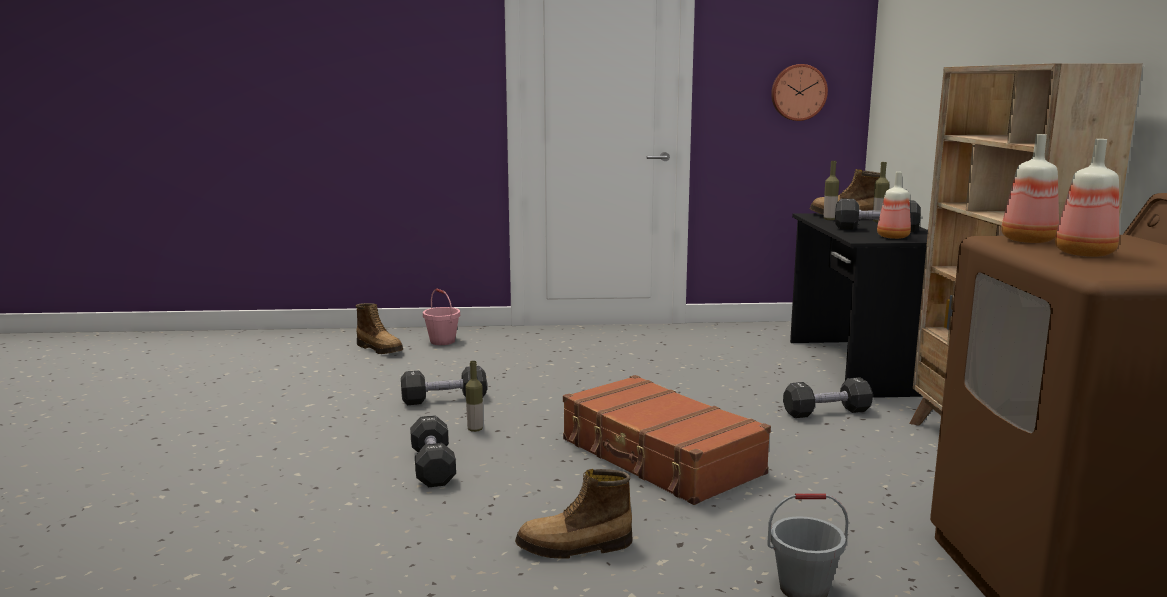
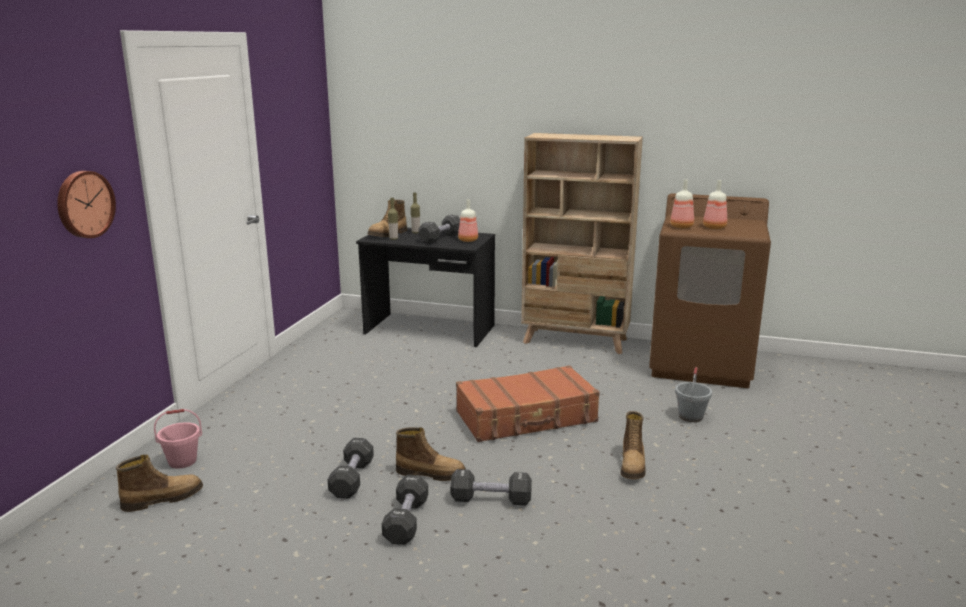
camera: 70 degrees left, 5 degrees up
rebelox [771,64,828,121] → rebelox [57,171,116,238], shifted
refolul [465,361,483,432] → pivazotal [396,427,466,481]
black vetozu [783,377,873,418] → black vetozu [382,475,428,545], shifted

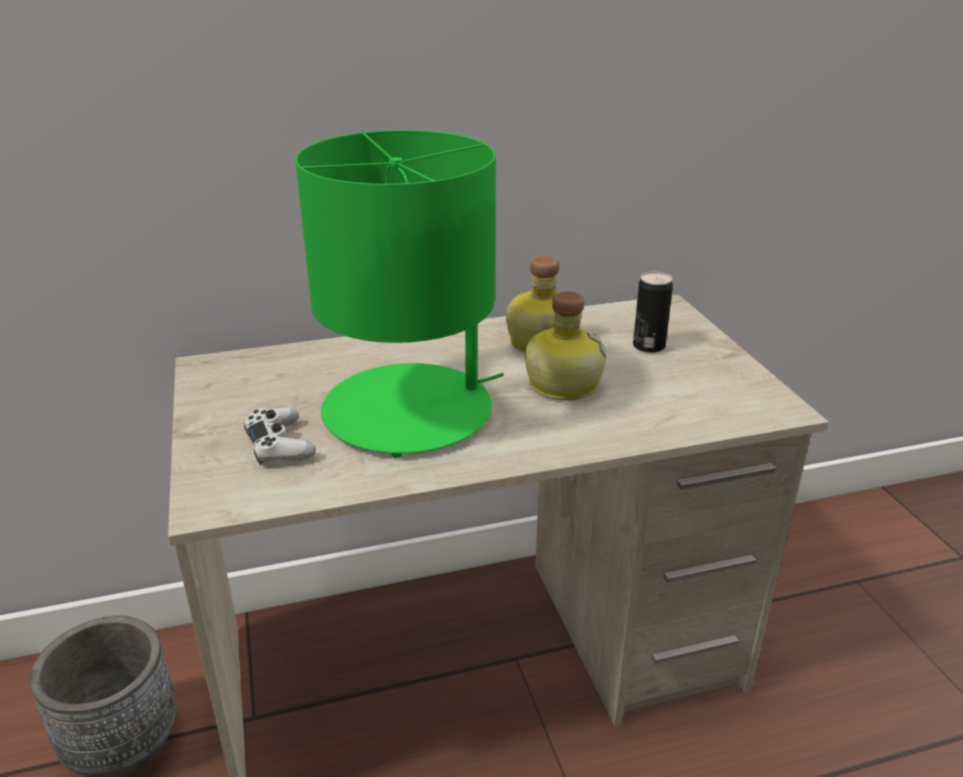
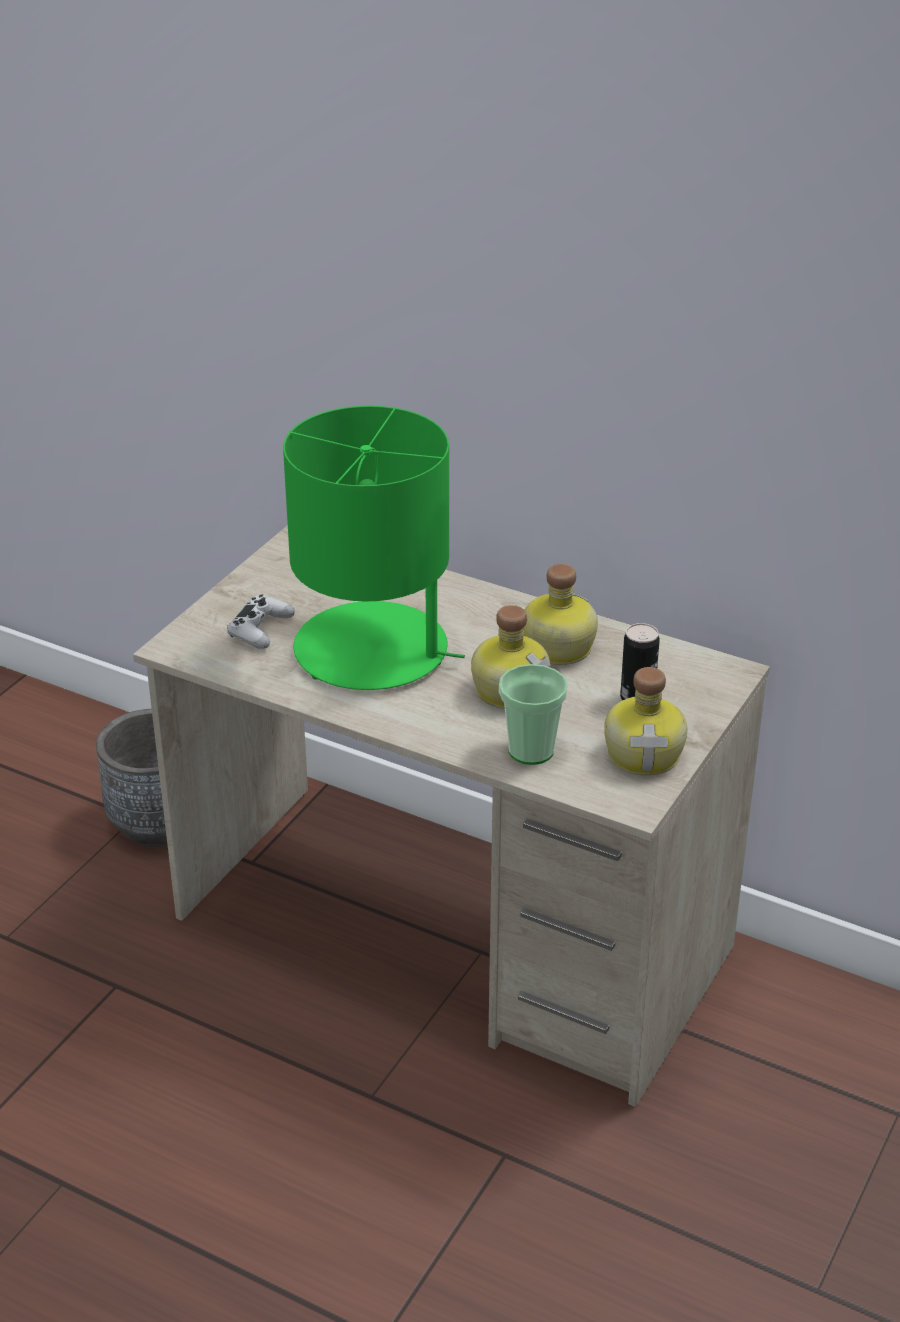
camera: 45 degrees right, 5 degrees up
- → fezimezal [499,664,568,765]
- → refolul [604,667,688,776]

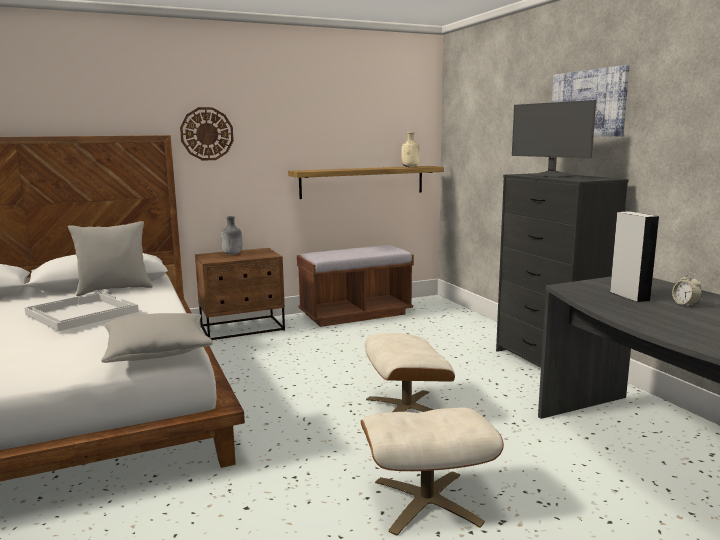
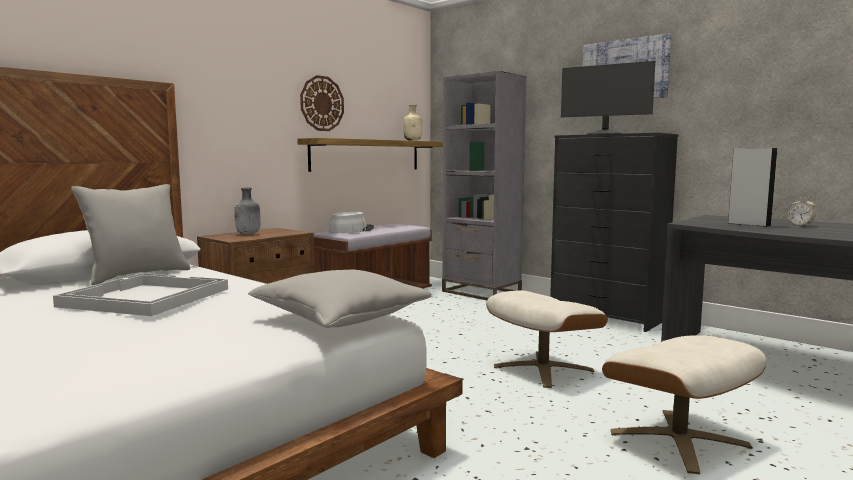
camera: 25 degrees left, 5 degrees down
rebelox [180,107,234,161] → rebelox [300,75,344,131], shifted
- → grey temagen [442,71,527,300]
- → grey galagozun [328,212,374,233]

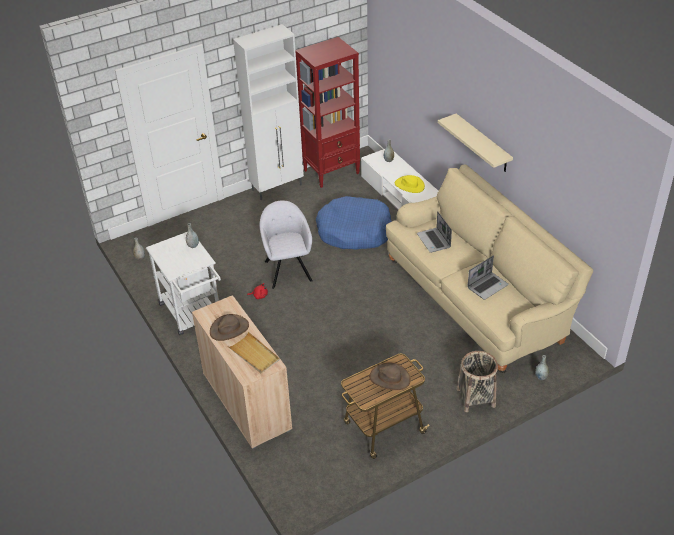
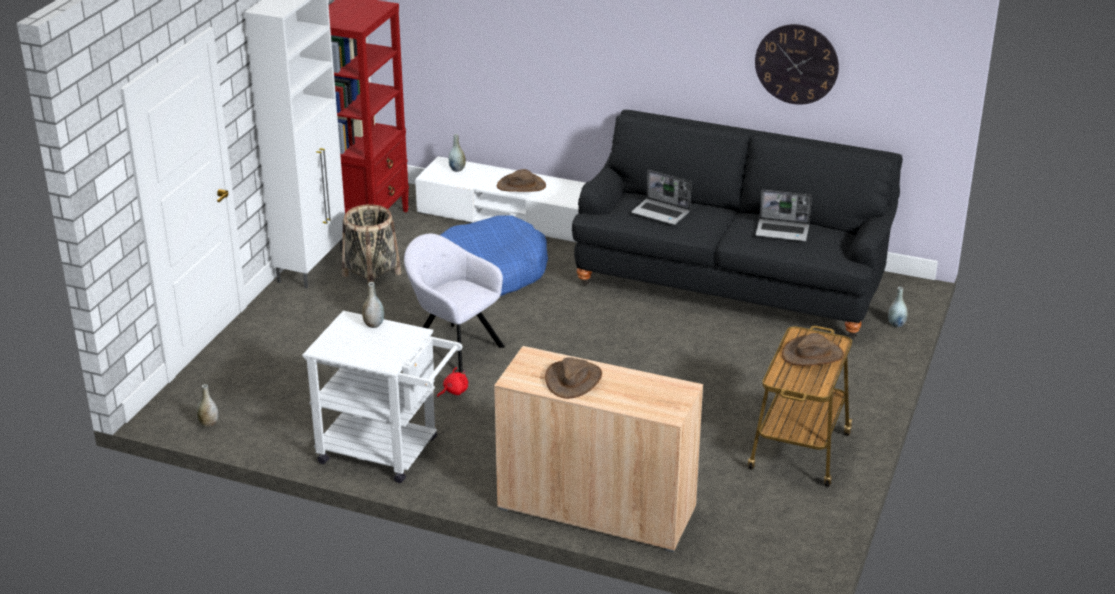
camera: 40 degrees left, 10 degrees down
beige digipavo [438,113,513,172] → -
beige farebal [386,165,593,374] → black farebal [572,110,903,339]
yellow galagozun [395,175,425,193] → brown galagozun [497,169,546,192]
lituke [467,256,509,300] → lituke [755,190,812,241], 90 degrees clockwise
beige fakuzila [229,332,280,373] → -
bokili [456,351,498,412] → bokili [342,204,401,283], shifted
- → rebelox [755,24,839,105]

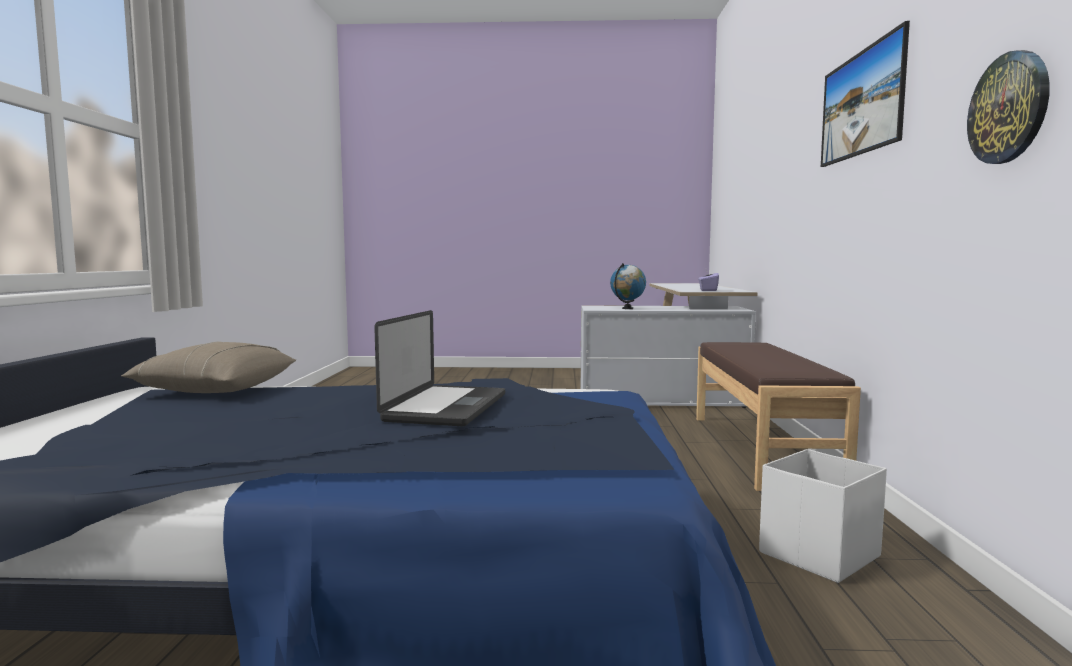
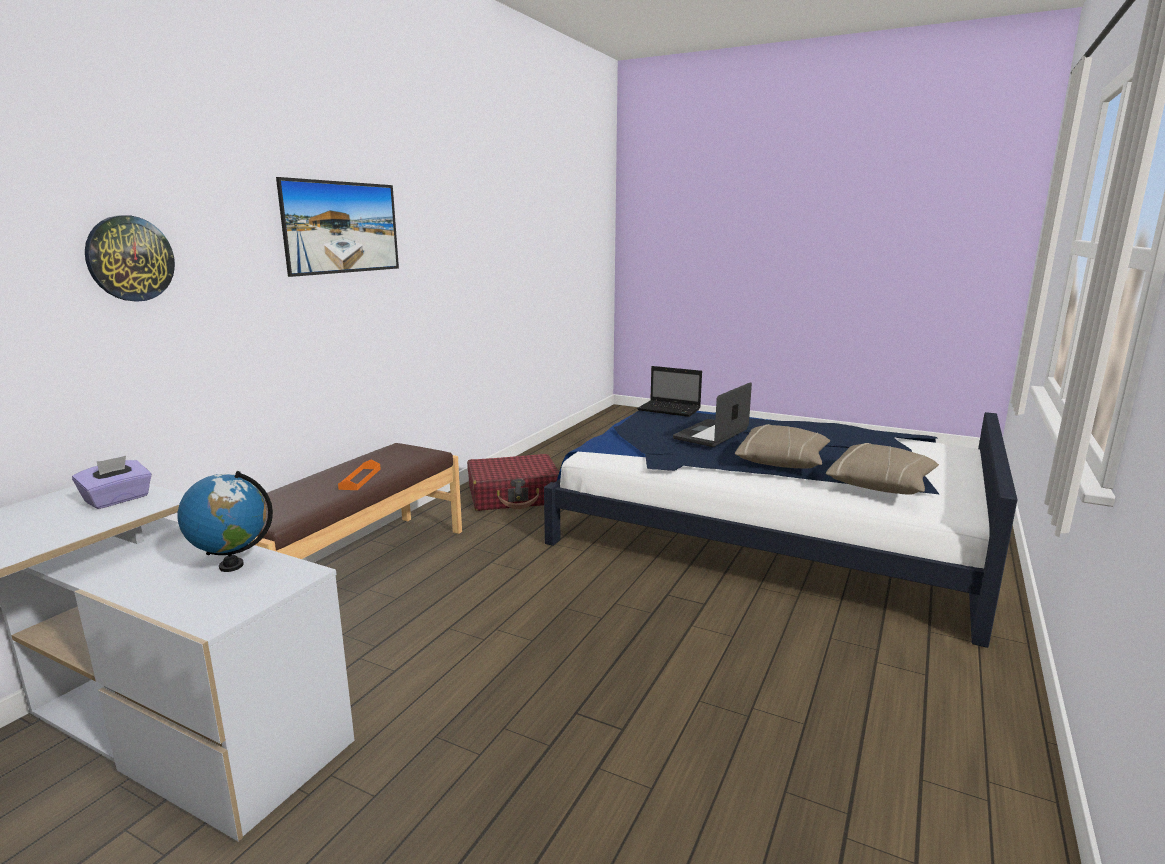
camera: 155 degrees left, 10 degrees up
rebelox [967,50,1050,164] → rebelox [85,215,175,302], shifted
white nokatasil [759,449,887,583] → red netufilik [467,454,559,511]
- → lituke [637,366,702,417]
- → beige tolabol [735,424,830,468]
- → orange fakuzila [338,460,381,490]

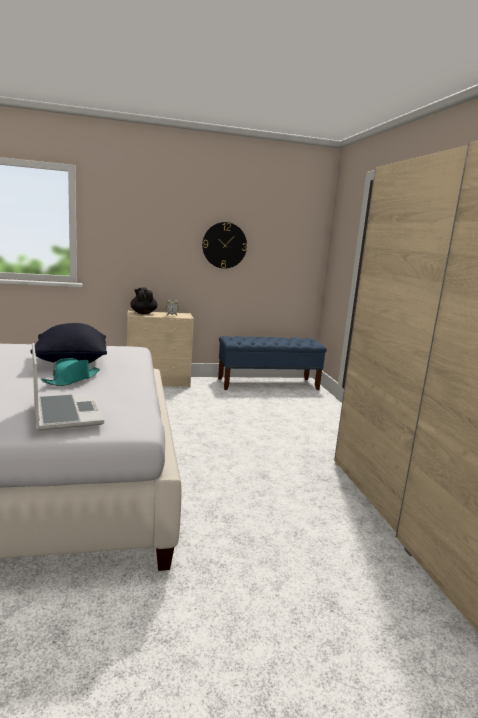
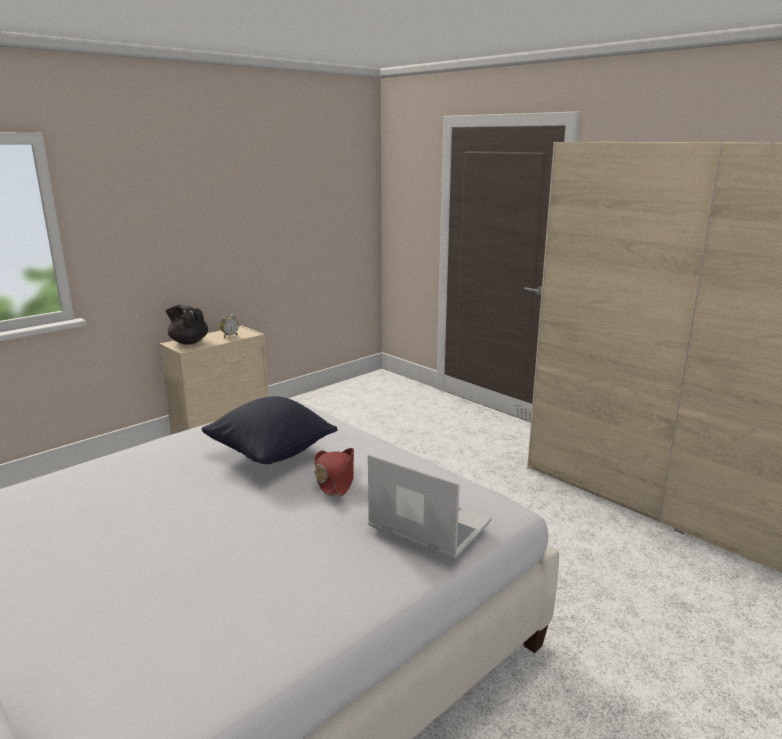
camera: 30 degrees left, 5 degrees up
rebelox [202,222,247,269] → -
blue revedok [218,336,327,390] → -
turquoise galagozun [41,358,100,386] → red galagozun [314,448,354,497]

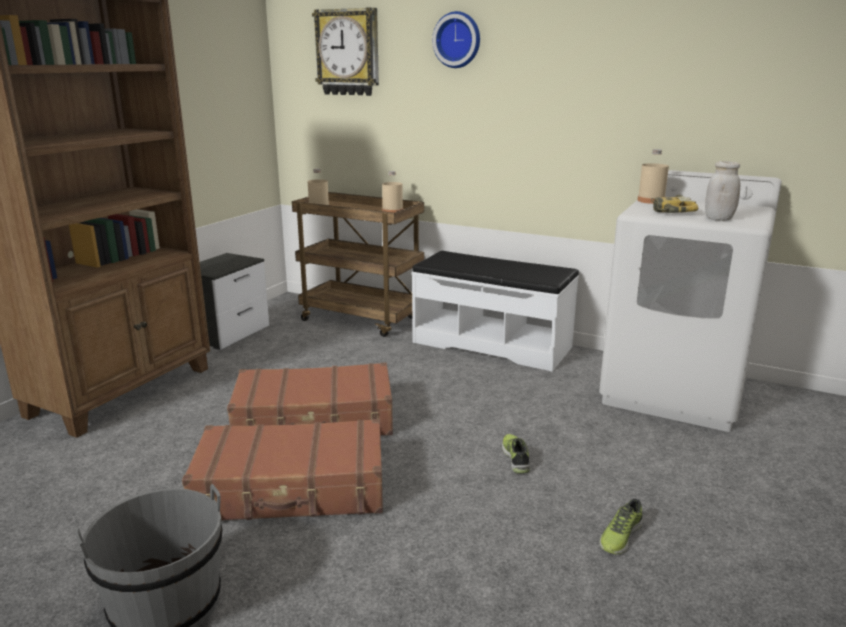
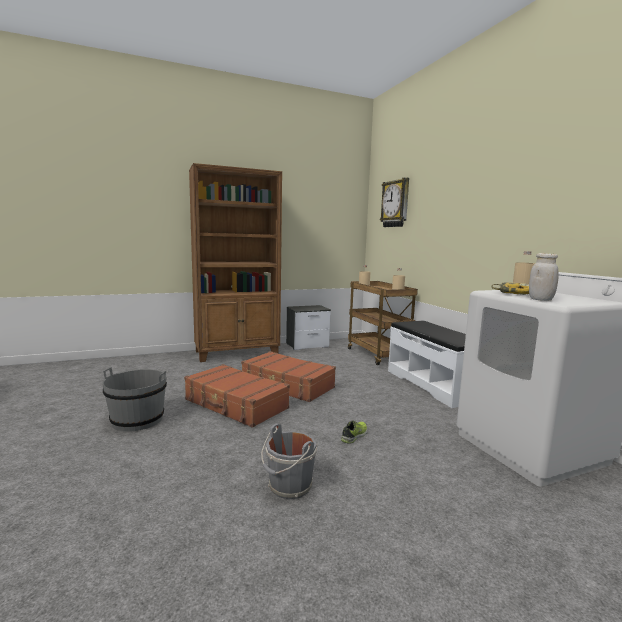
camera: 40 degrees right, 10 degrees down
rebelox [432,11,480,68] → -
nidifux [599,499,643,554] → -
- → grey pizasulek [261,423,318,499]

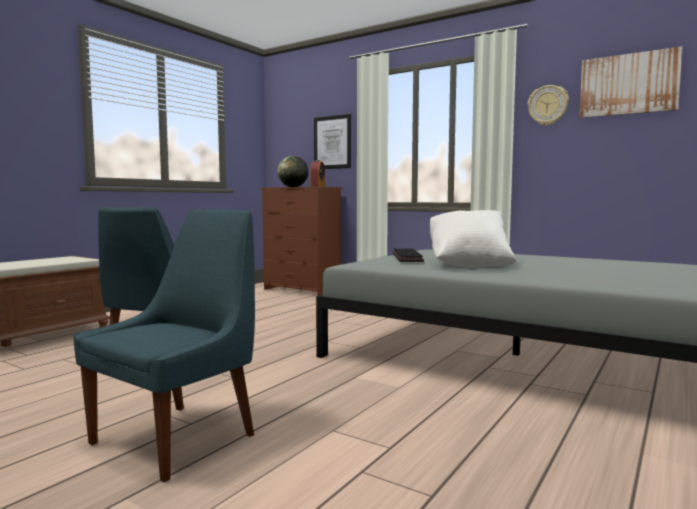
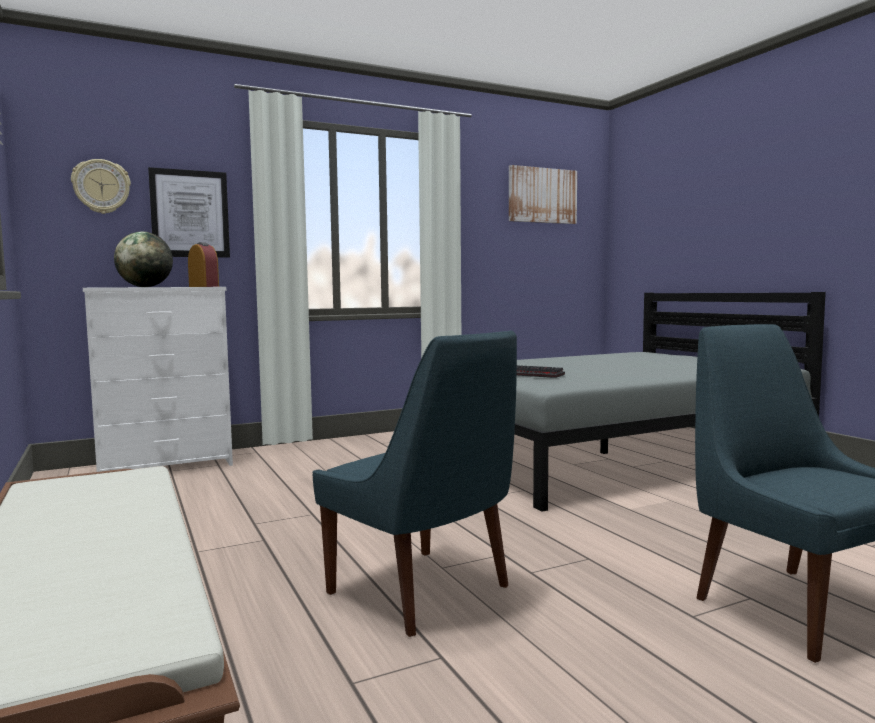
camera: 60 degrees left, 0 degrees up
rebelox [527,85,569,126] → rebelox [71,159,131,214], shifted
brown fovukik [261,187,342,296] → white fovukik [83,287,233,472]
white tolabol [430,210,516,268] → -

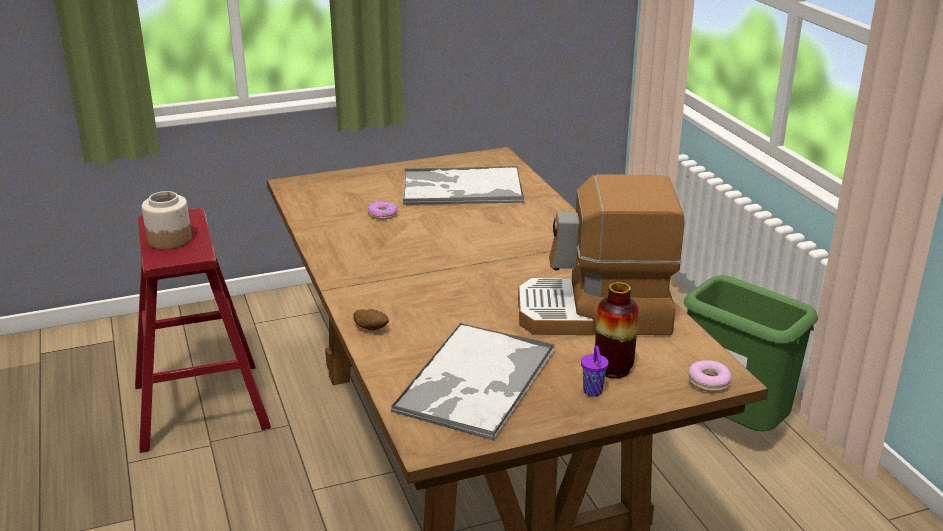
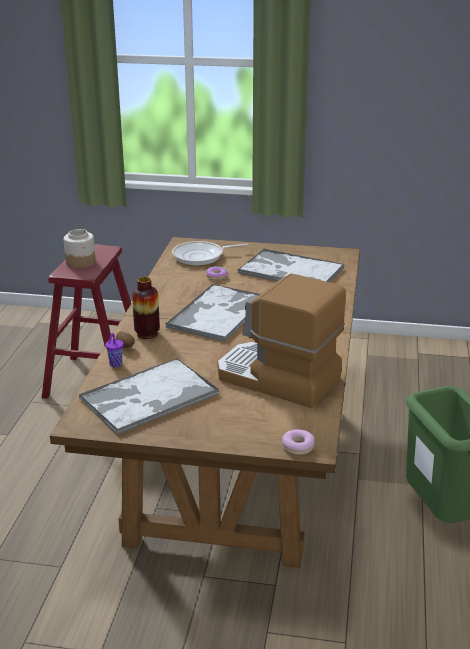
camera: 30 degrees right, 0 degrees up
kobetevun [595,282,639,378] → kobetevun [132,277,160,339], shifted
purple fezimezal [581,346,609,397] → purple fezimezal [105,333,124,368], shifted
- → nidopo [172,241,248,265]
- → fakuzila [165,284,260,342]

